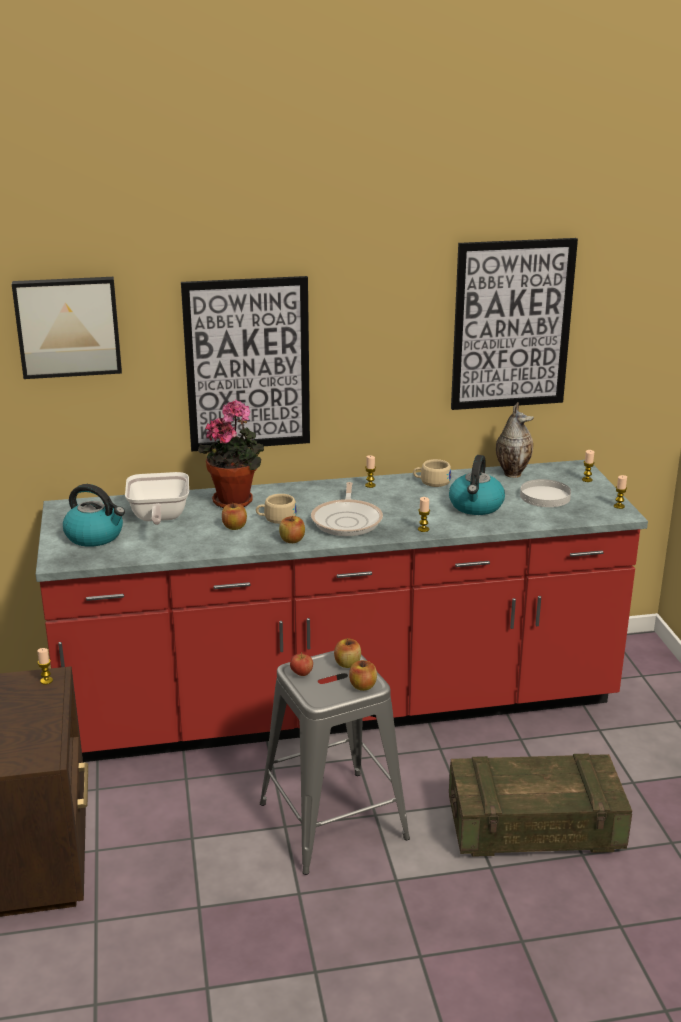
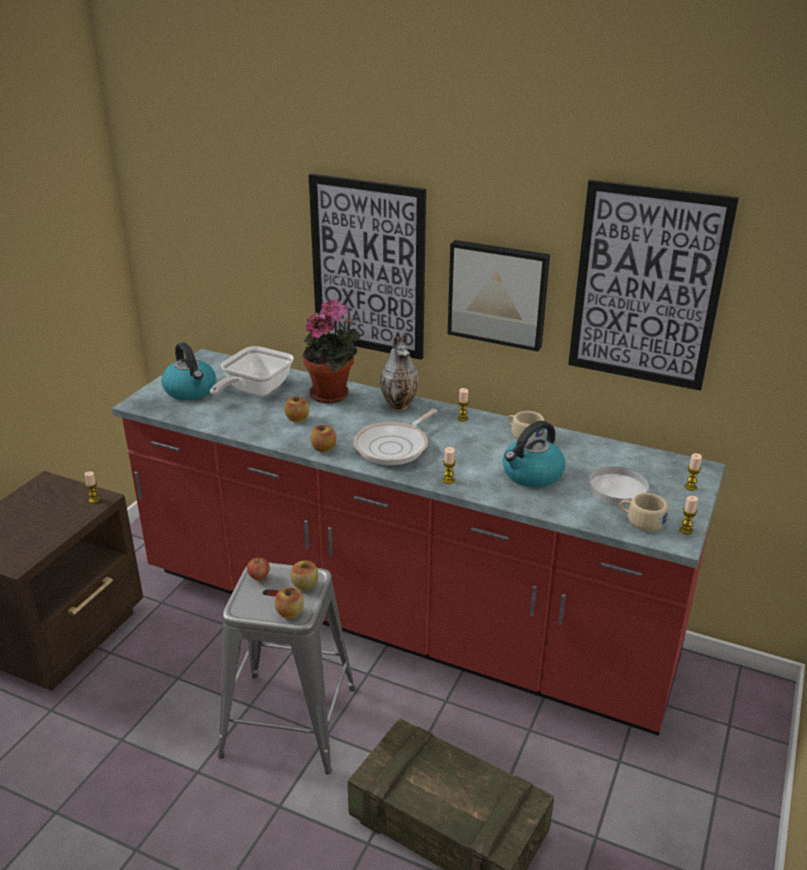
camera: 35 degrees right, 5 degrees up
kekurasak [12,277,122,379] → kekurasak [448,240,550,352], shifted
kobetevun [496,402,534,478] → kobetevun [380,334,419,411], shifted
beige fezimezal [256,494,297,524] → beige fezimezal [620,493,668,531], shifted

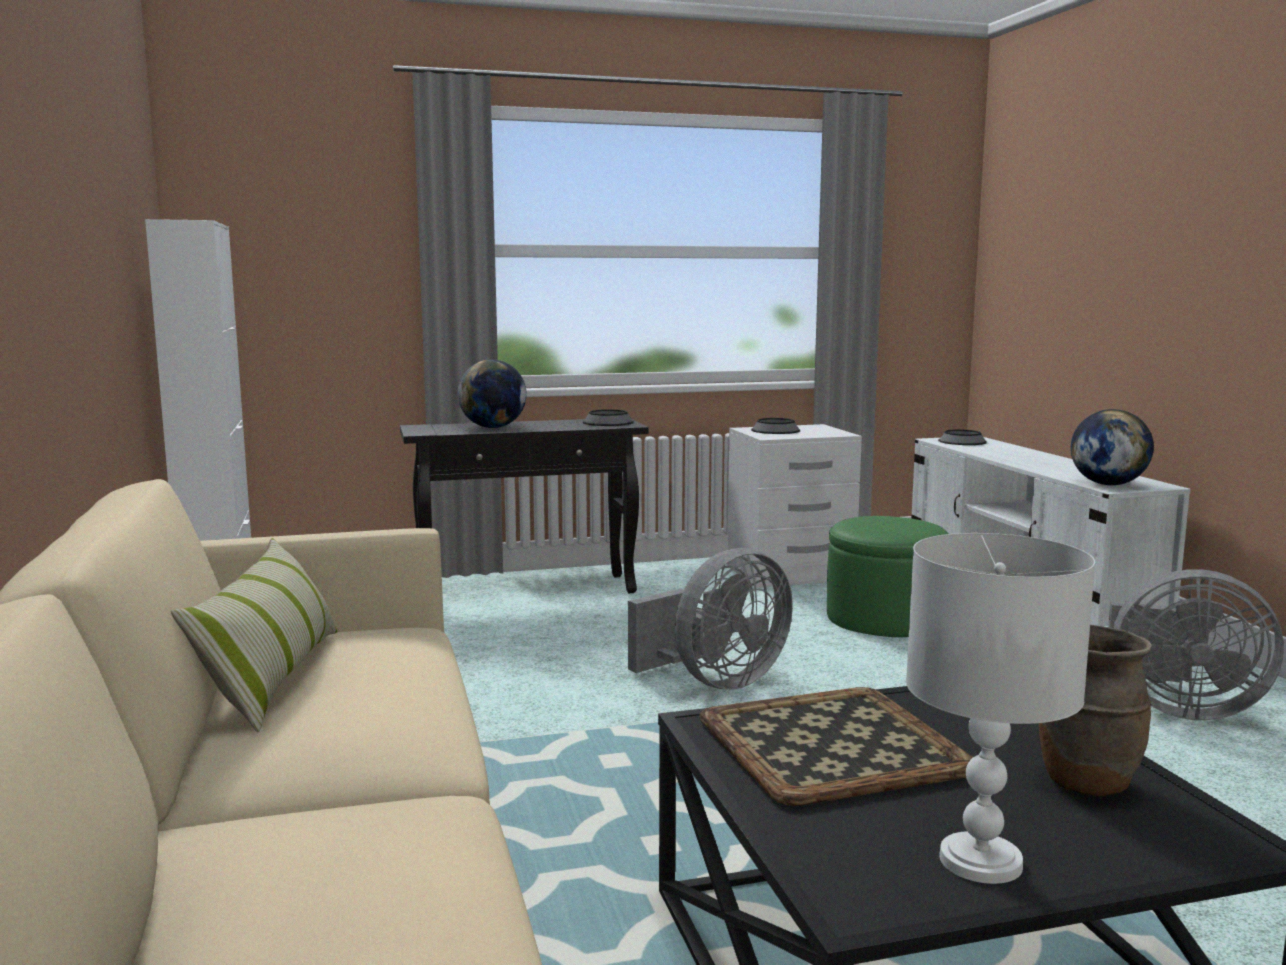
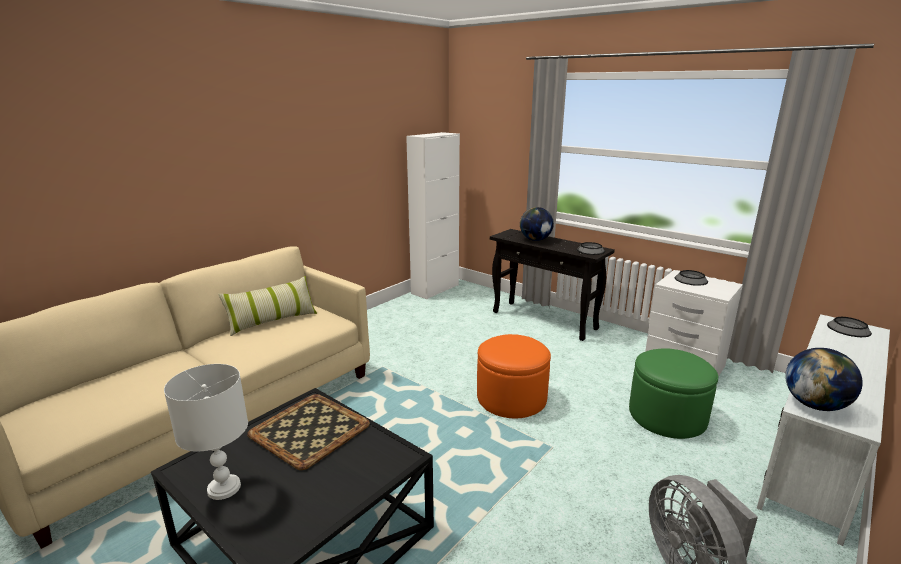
camera: 55 degrees right, 10 degrees up
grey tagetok [628,548,793,689] → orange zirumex [477,334,551,418]
brown kobetevun [1039,625,1152,797] → -

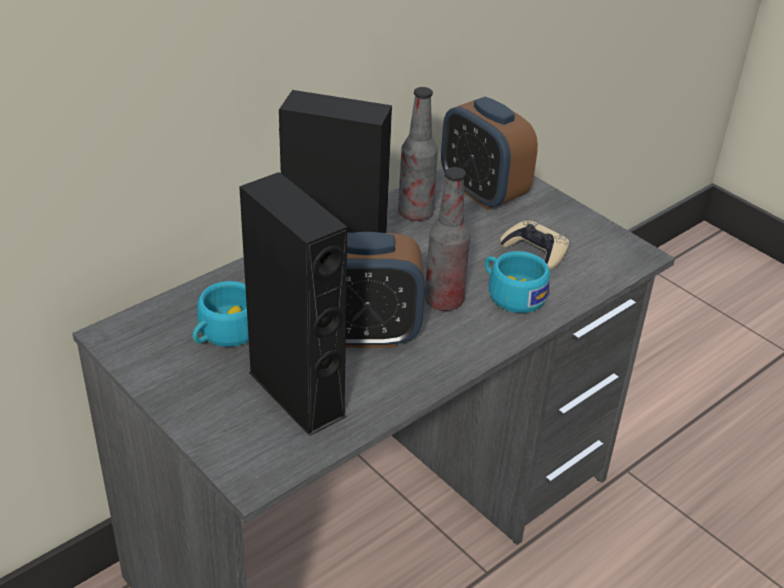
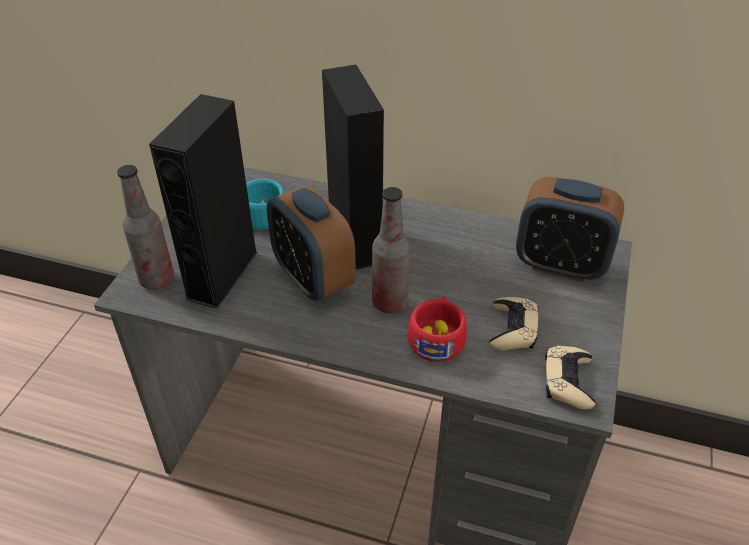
camera: 60 degrees right, 5 degrees up
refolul [398,87,438,221] → refolul [117,165,174,289], shifted
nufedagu [441,97,538,210] → nufedagu [516,177,624,282], 90 degrees counterclockwise
turquoise fezimezal [484,251,550,313] → red fezimezal [408,296,467,362]
- → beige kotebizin [545,345,596,410]

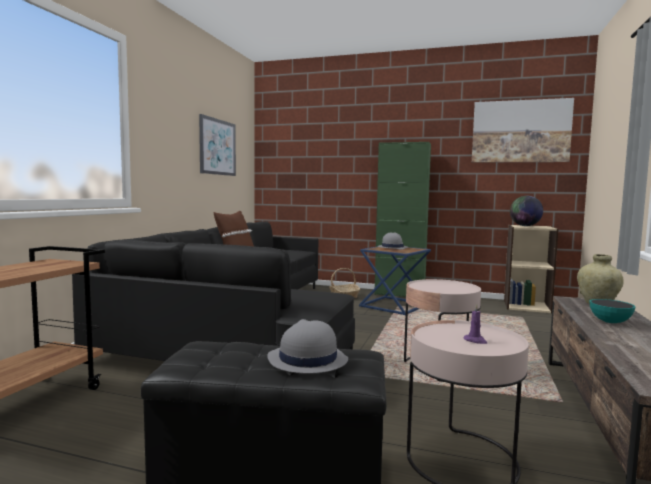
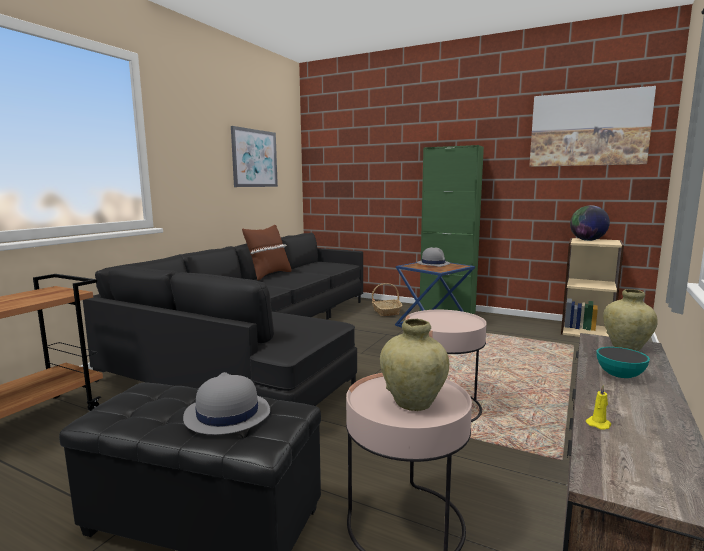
camera: 10 degrees right, 5 degrees up
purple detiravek [464,304,487,344] → beige kobetevun [380,318,449,411]
- → yellow detiravek [586,386,611,430]

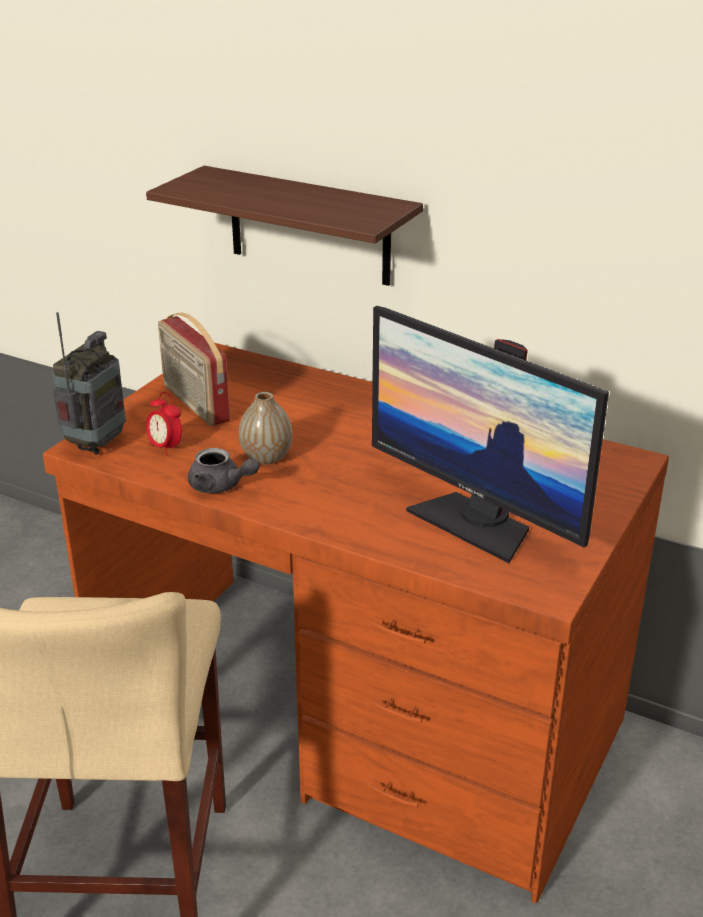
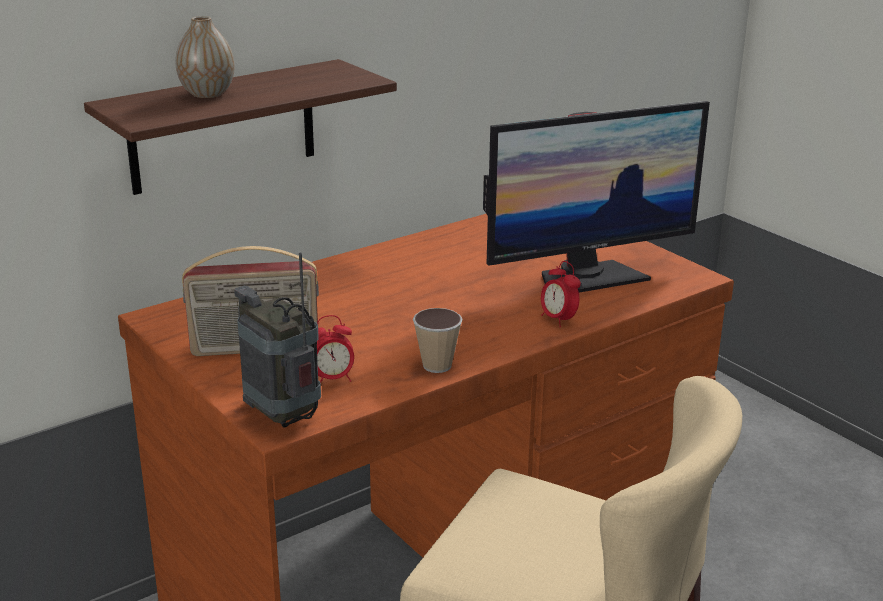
camera: 65 degrees left, 5 degrees down
kobetevun [239,392,293,465] → kobetevun [176,16,234,98], shifted
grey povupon [188,448,259,493] → fezimezal [413,308,463,373]
- → nufedagu [541,261,581,327]

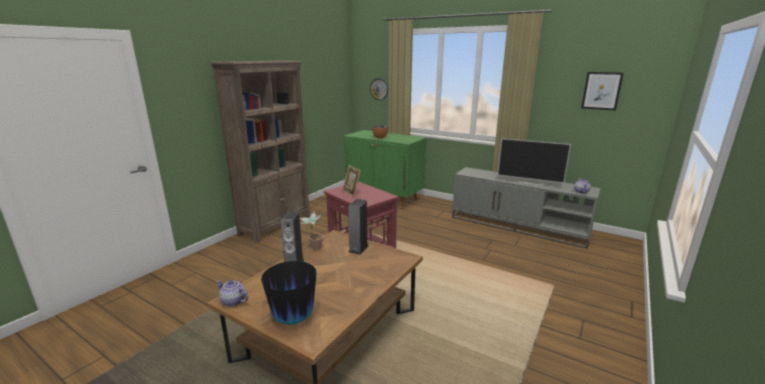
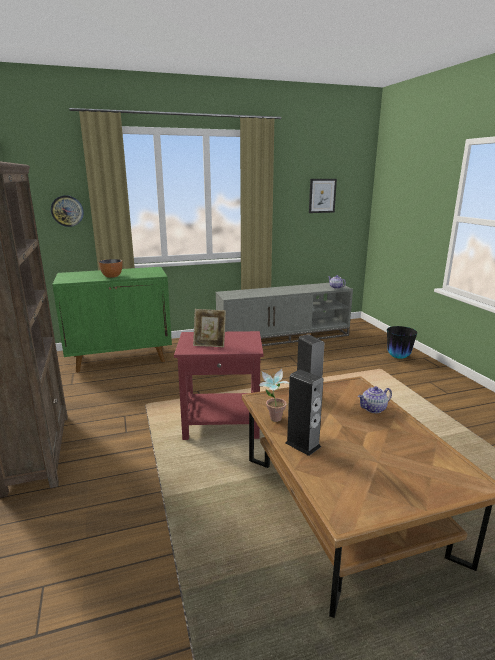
camera: 50 degrees left, 0 degrees up
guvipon [497,138,571,186] → -
kobetevun [261,261,317,325] → kobetevun [387,326,417,359], shifted
povupon [216,280,248,307] → povupon [358,386,392,413], shifted

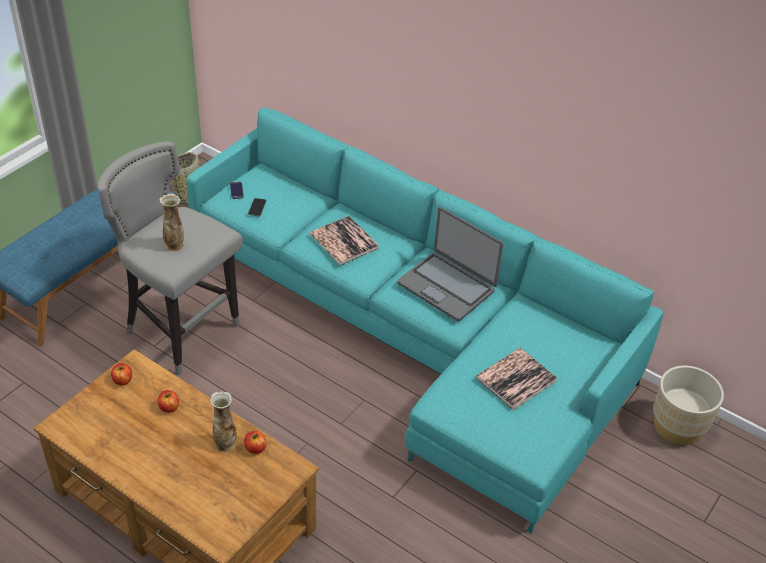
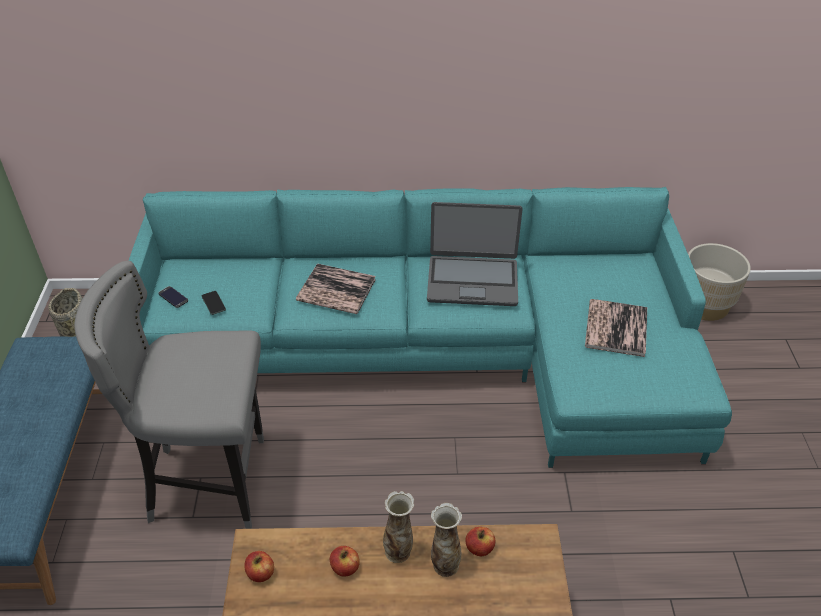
camera: 35 degrees left, 0 degrees up
kobetevun [160,193,184,251] → kobetevun [383,491,414,563], shifted

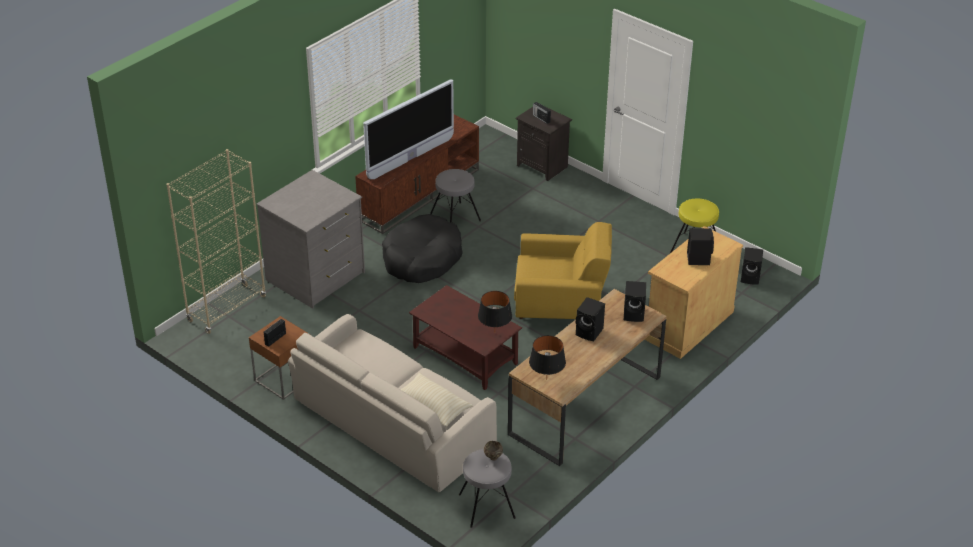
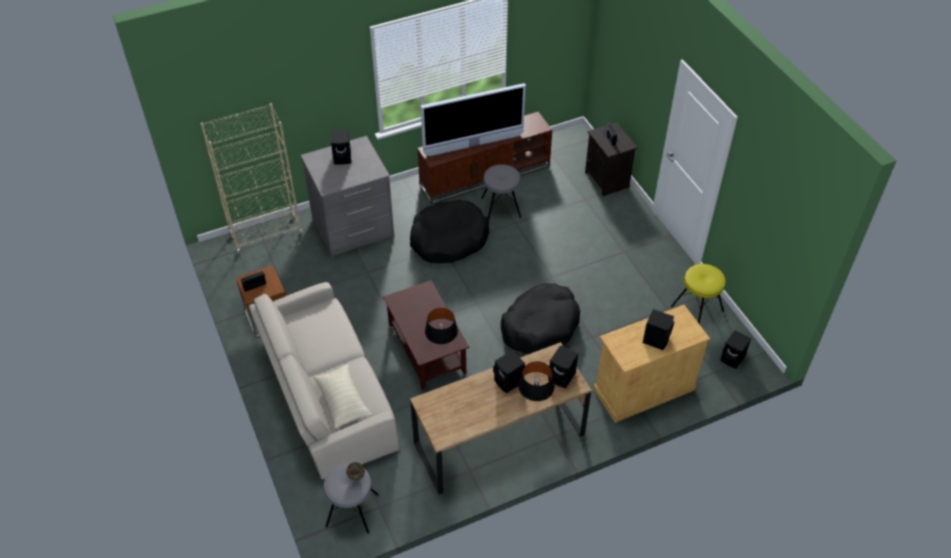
camera: 25 degrees right, 10 degrees up
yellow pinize [514,222,612,319] → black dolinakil [501,283,580,354]
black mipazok [529,335,566,380] → black mipazok [518,361,554,401], shifted
- → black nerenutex [331,130,351,165]

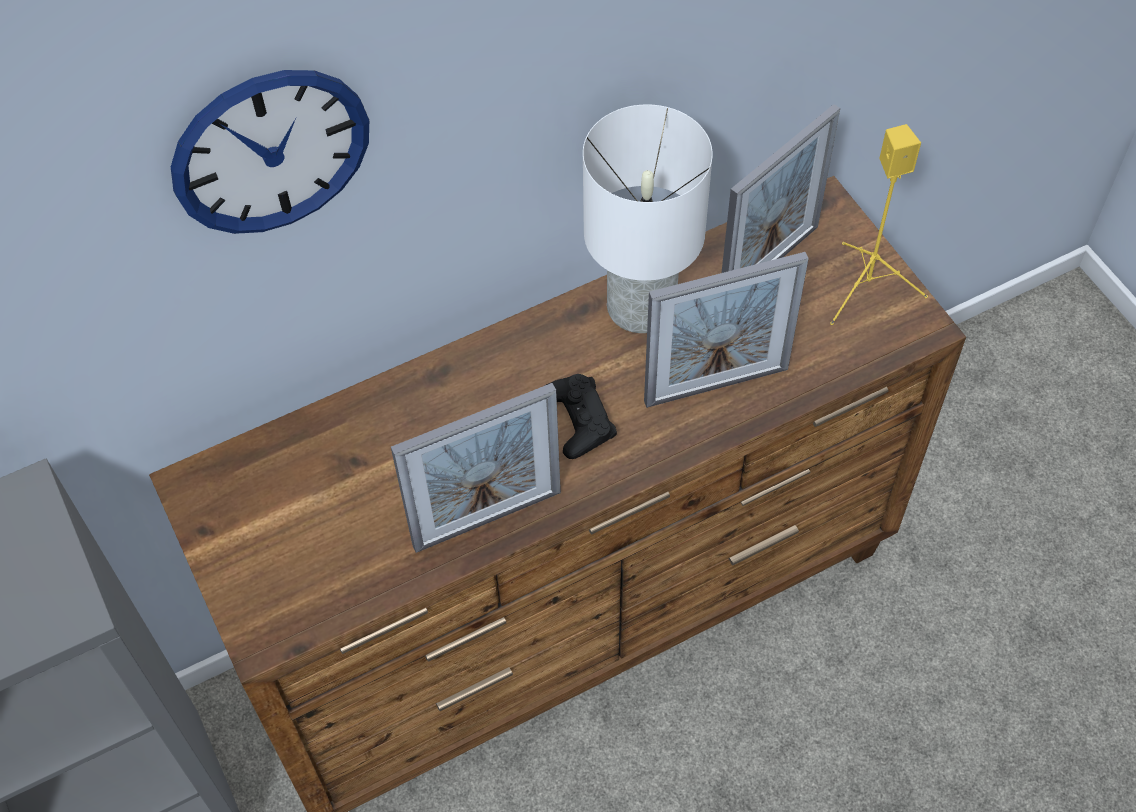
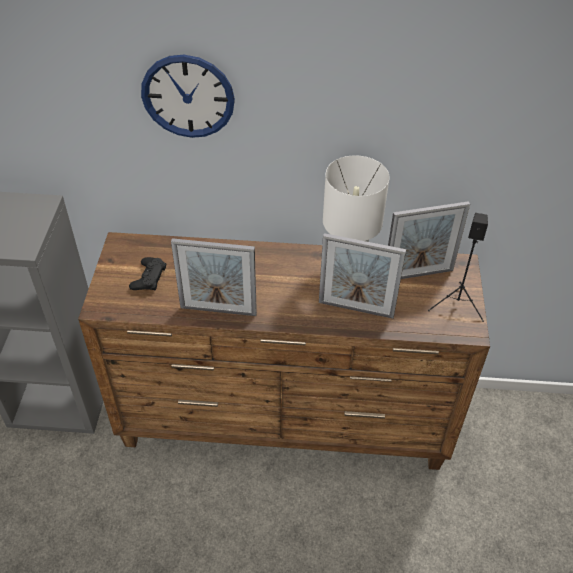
camera: 30 degrees right, 10 degrees down
yellow nerenutex [830,124,928,325] → black nerenutex [428,213,488,322]
black kotebizin [546,374,617,459] → black kotebizin [129,257,166,290], shifted

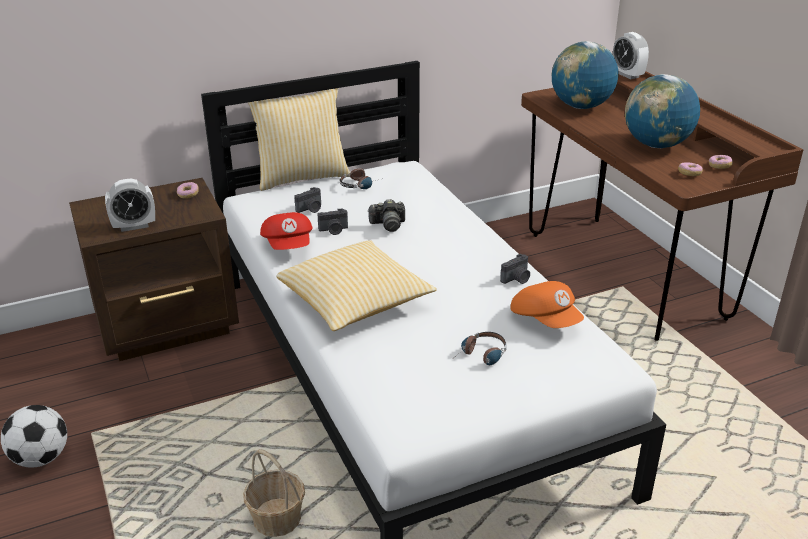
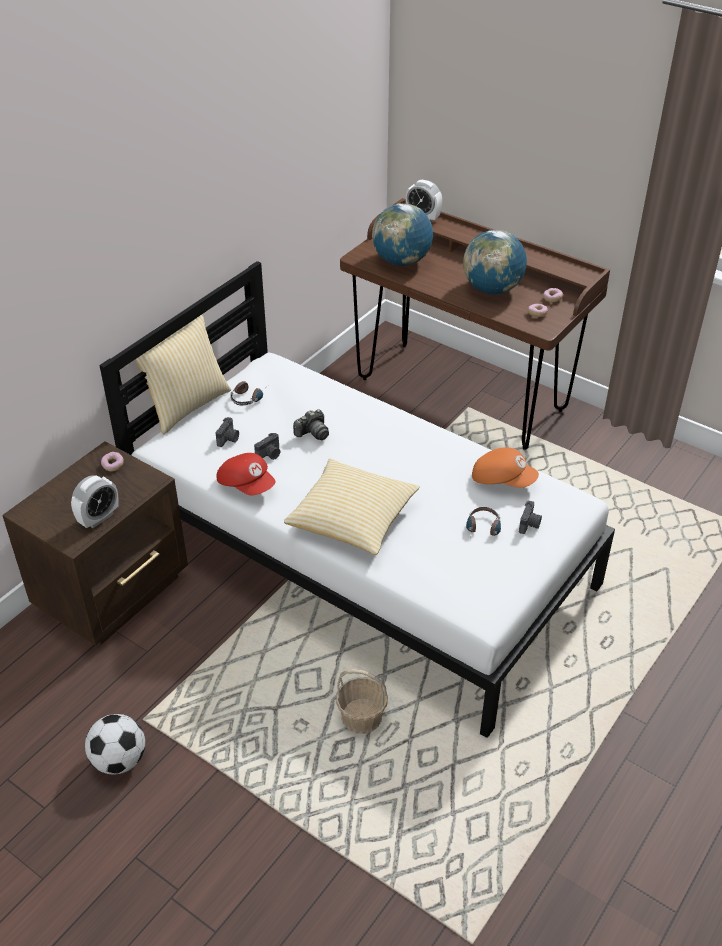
camera: 30 degrees left, 10 degrees up
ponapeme [500,254,530,284] → ponapeme [519,501,542,534], shifted

